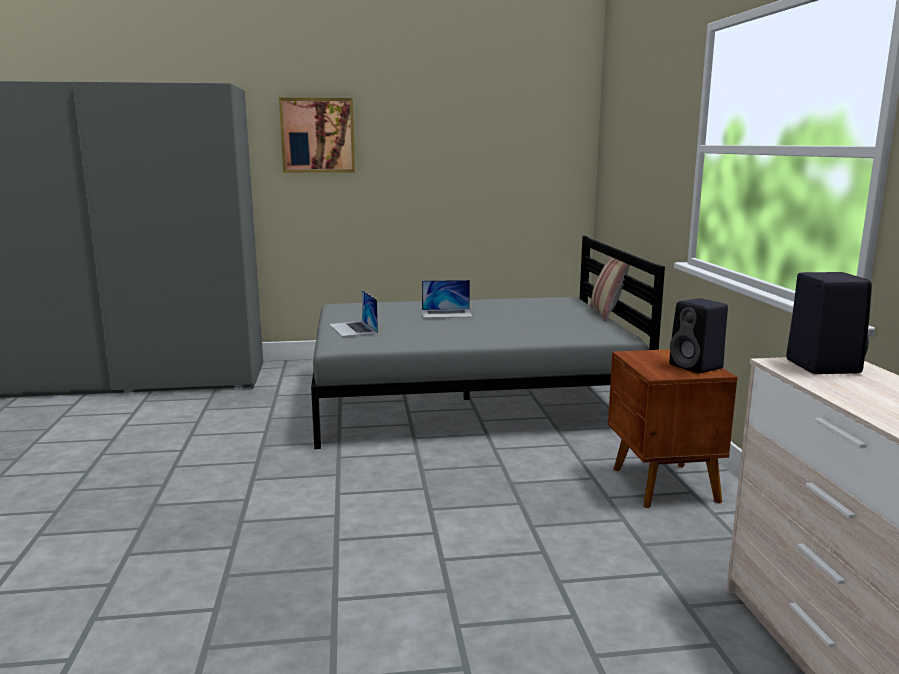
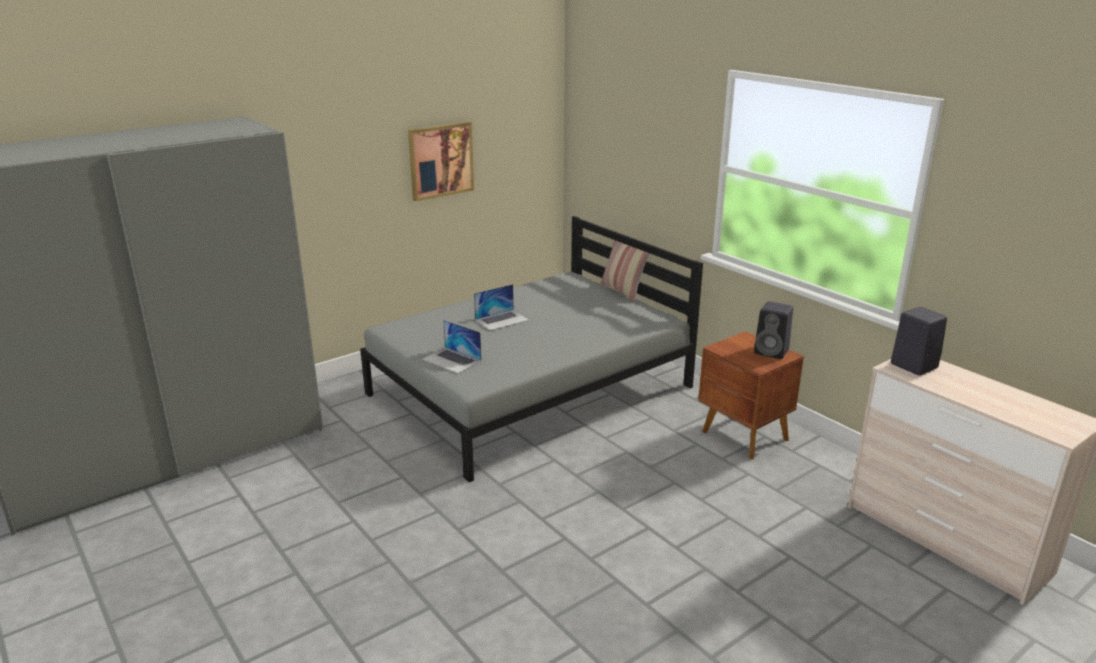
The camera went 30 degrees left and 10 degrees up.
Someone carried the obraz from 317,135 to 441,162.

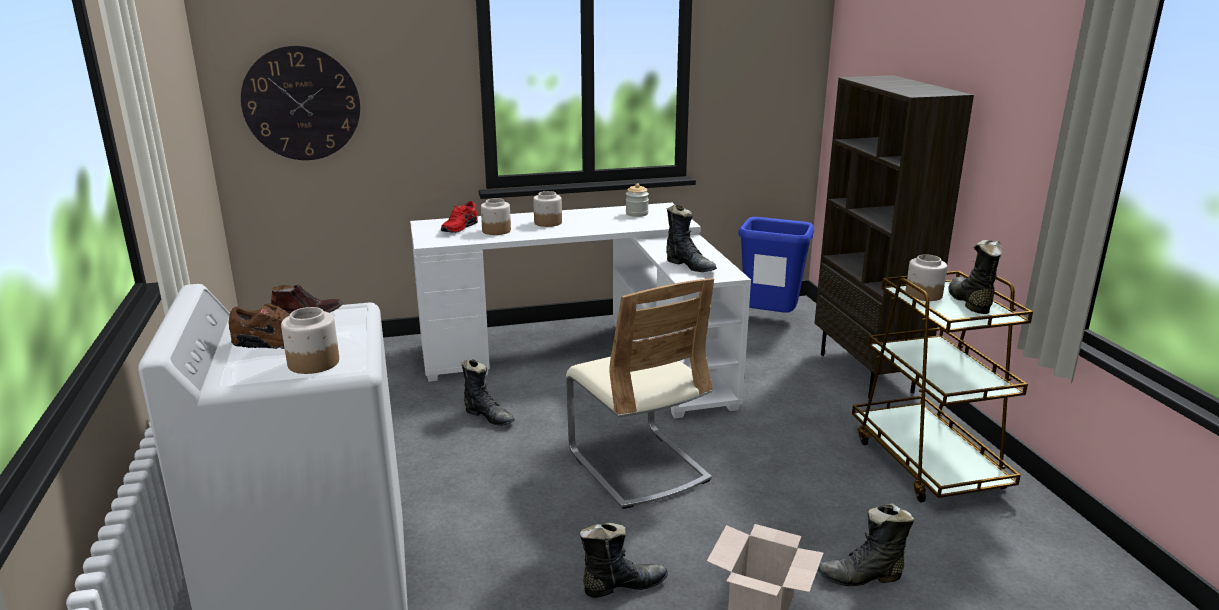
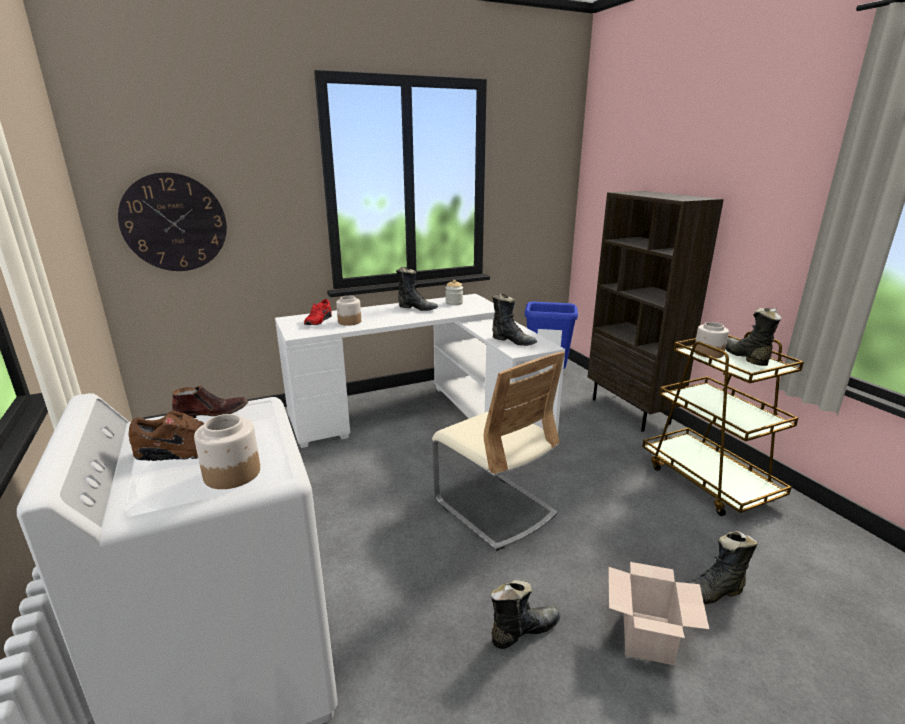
The camera went 10 degrees left and 0 degrees up.
Someone took away the słoik at 547,209.
Someone carried the but z cholewką/czarny from 488,392 to 417,289.

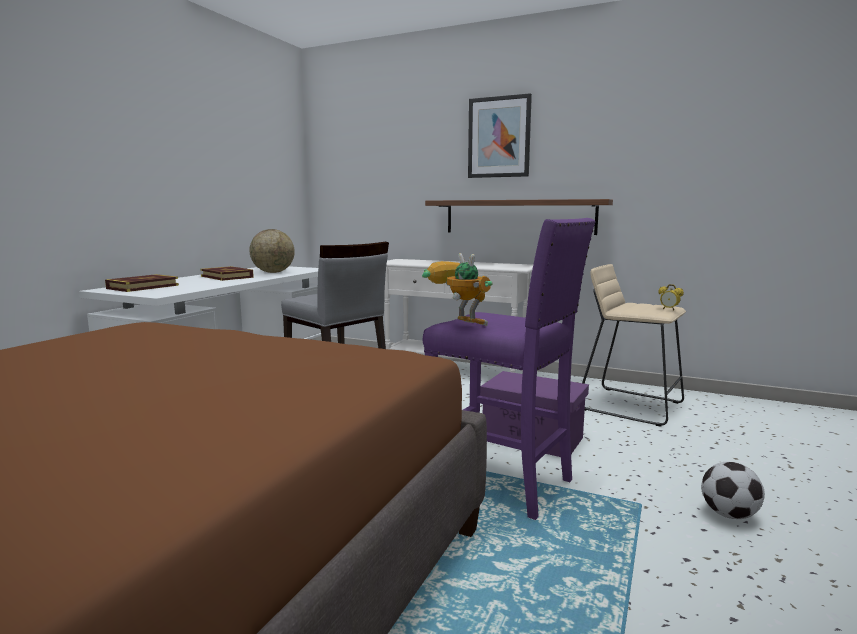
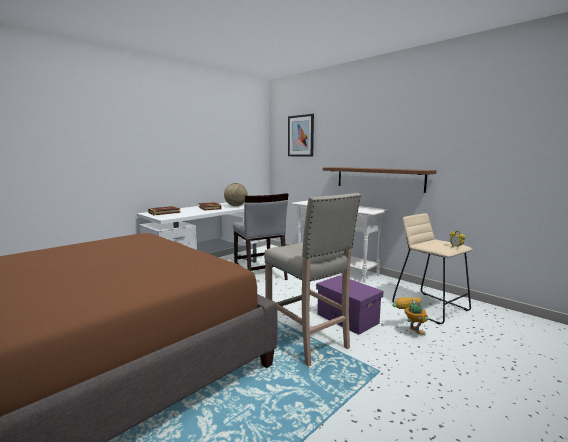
The camera went 20 degrees right and 0 degrees up.
Someone carried the obraz from 500,135 to 301,135.
Someone repainted the stołek/fioletowy at 509,369, which became the stołek/beżowy at 312,280.
Someone carried the robot zabawkowy from 457,289 to 410,316.
Someone took away the piłka futbolowa at 733,490.

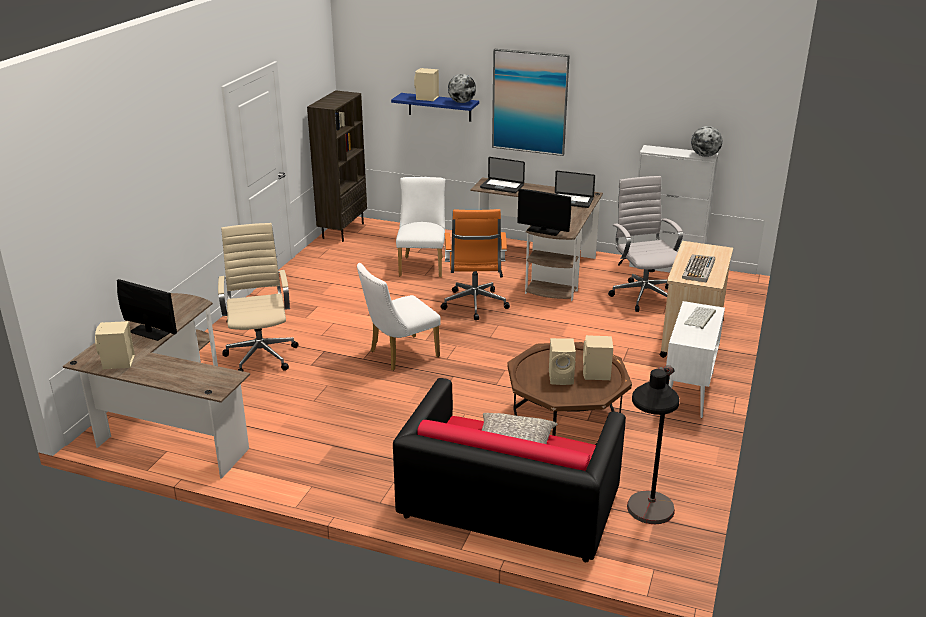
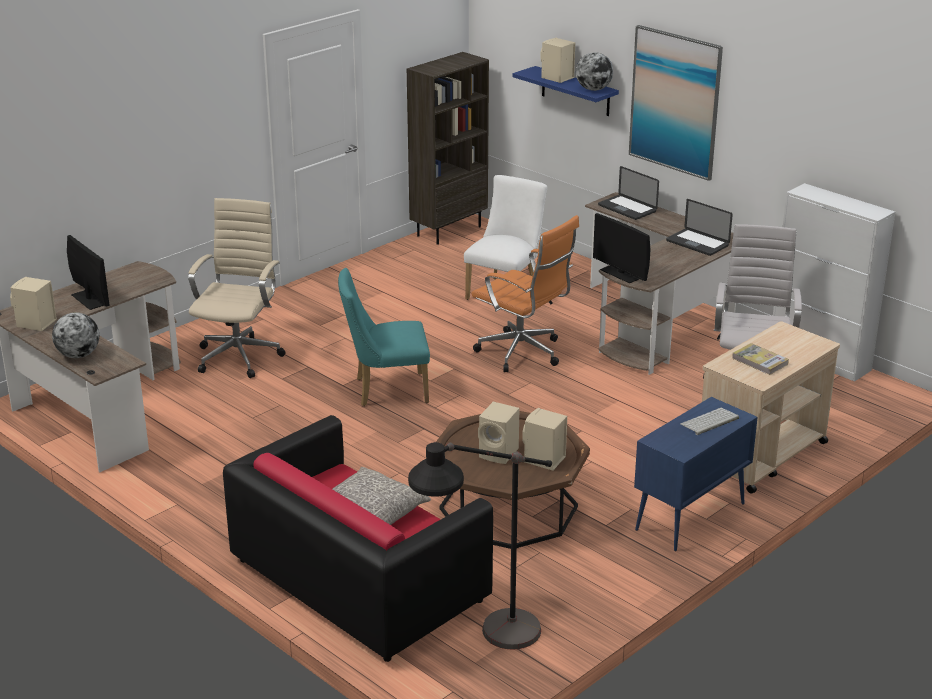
The camera went 25 degrees right and 0 degrees up.
Someone carried the globus from 706,141 to 75,335.
Someone rotated the krzesło biurowe/pomarańczowy at 475,264 by 75 degrees counterclockwise.
Someone swapped the klawiatura at 698,269 for the książka at 760,359.
Someone repainted the krzesło/biały at 399,317, which became the krzesło/turkusowy at 384,337.
Someone repainted the szafka/biały at 695,359, which became the szafka/niebieski at 696,474.

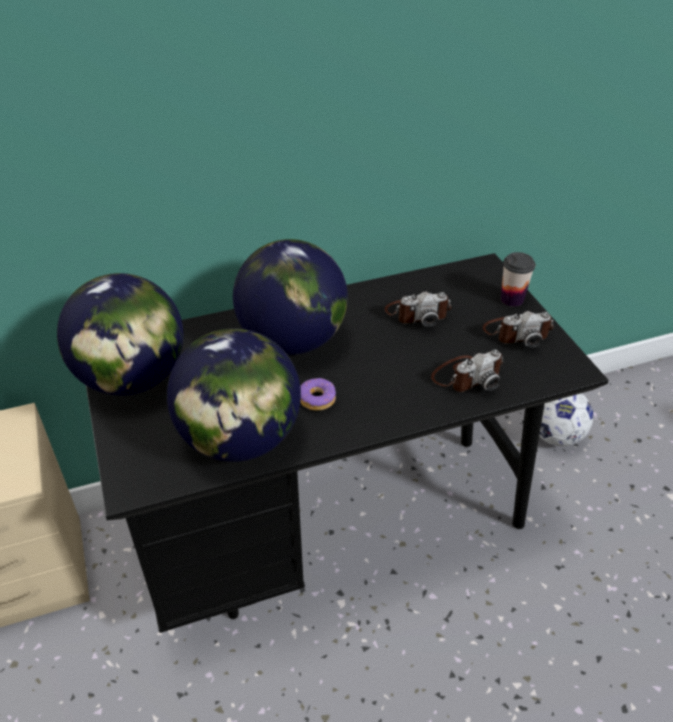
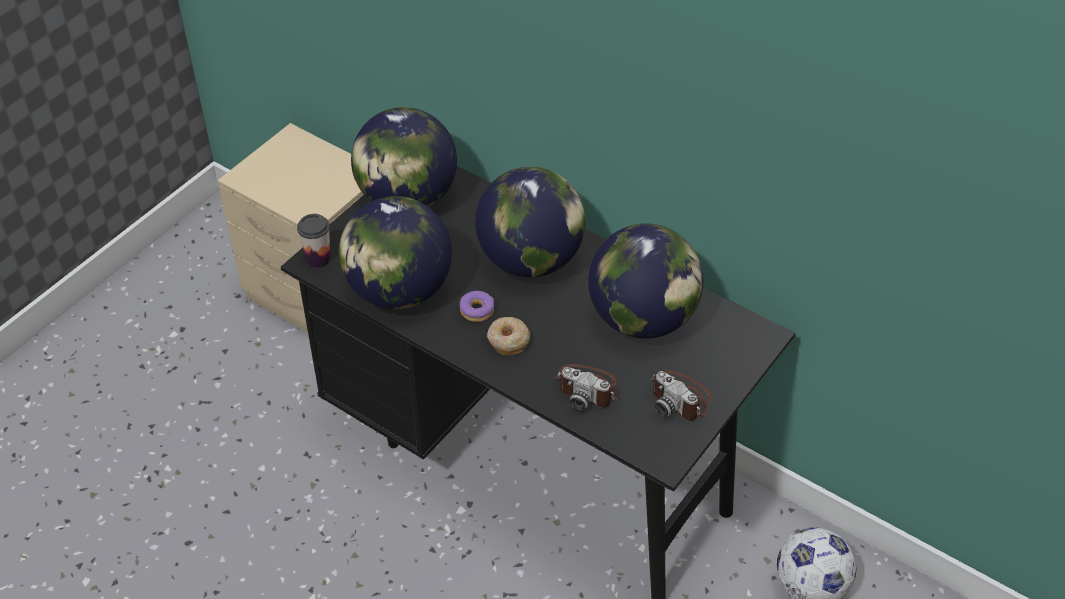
The camera went 55 degrees right and 5 degrees up.
Someone carried the filiżanka from 518,279 to 313,241.
Someone swapped the aparat fotograficzny at 418,309 for the globus at 645,281.
Someone put down the donut at 508,336.

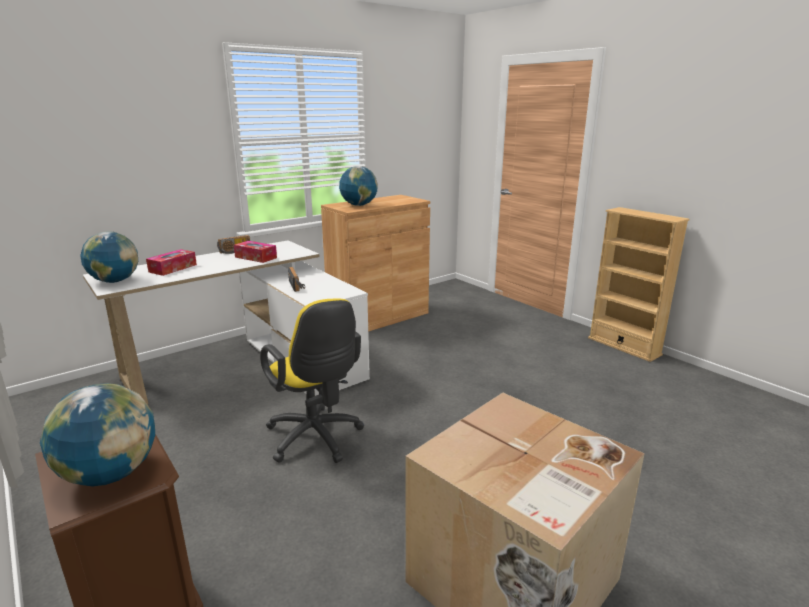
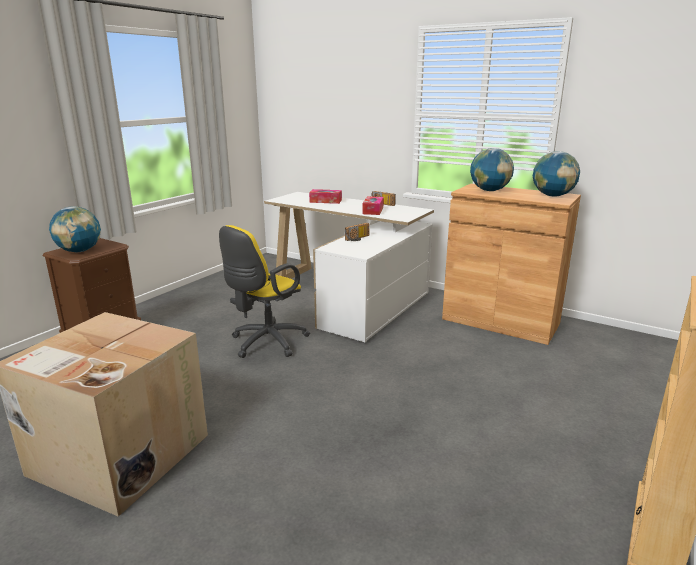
The camera went 70 degrees right and 0 degrees up.
Someone carried the globus from 109,257 to 556,174.

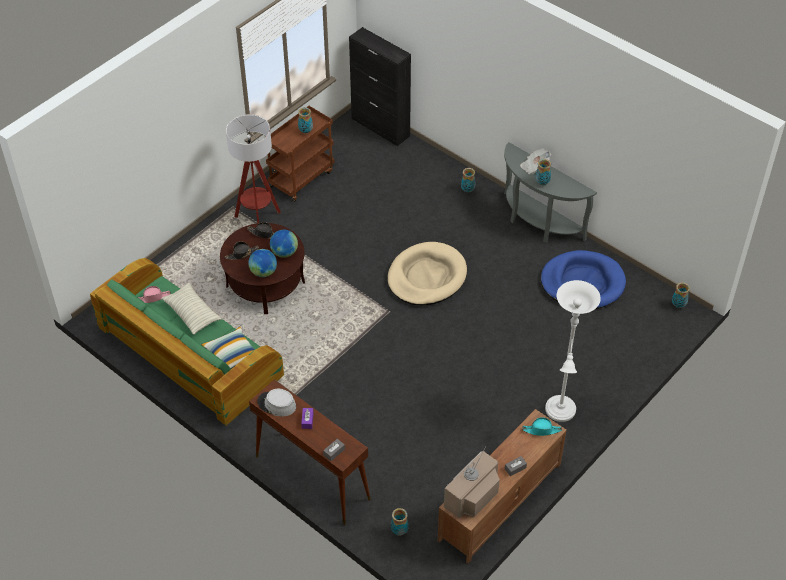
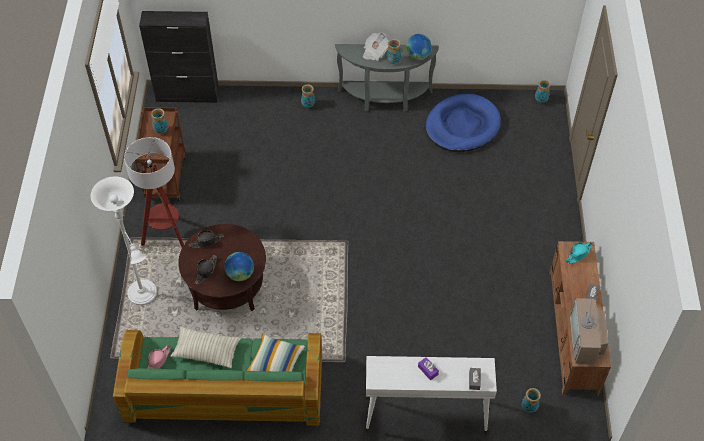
The camera went 40 degrees left and 5 degrees up.
Someone carried the globus from 284,244 to 419,47.
Someone took away the legowisko/beżowy at 427,273.
Someone carried the lampa stojąca/biały from 573,351 to 124,241.
Someone repainted the stolik konsolowy/brązowy at 310,452, which became the stolik konsolowy/biały at 431,395.
Someone took away the kapelusz/szary at 276,403.

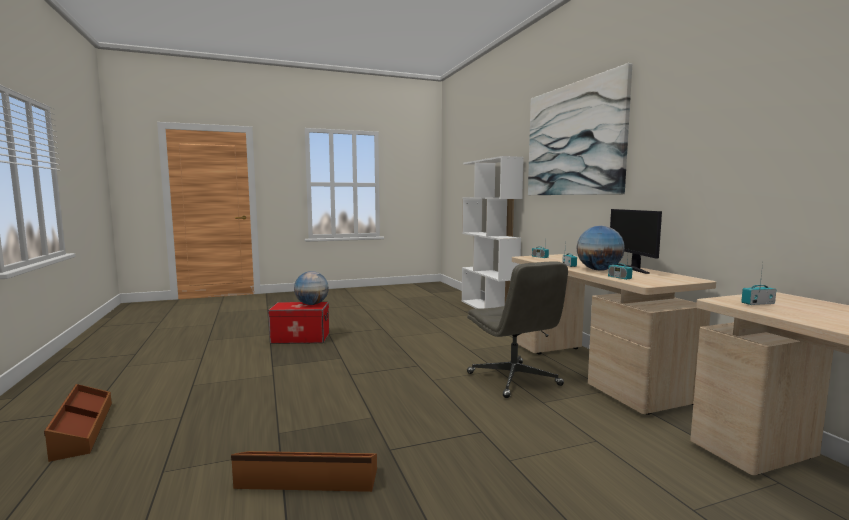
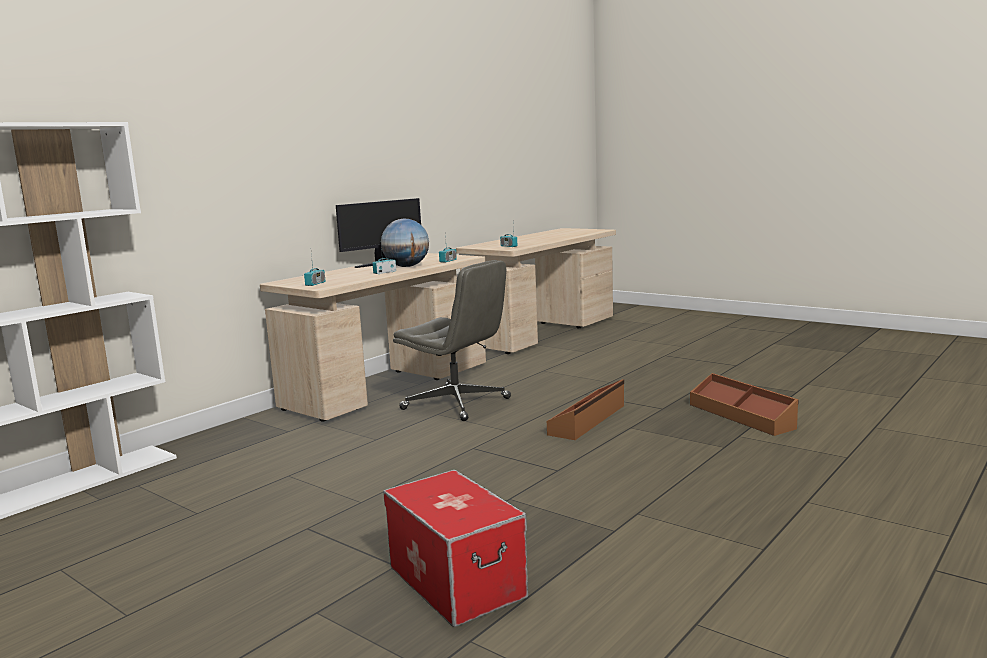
The camera went 120 degrees left and 5 degrees up.
Someone took away the obraz at 580,129.
Someone rotated the krzesło biurowe/szary at 517,330 by 90 degrees clockwise.
Someone took away the globus at 311,288.
Someone carried the pojemnik do przechowywania/brązowy from 78,423 to 585,409.

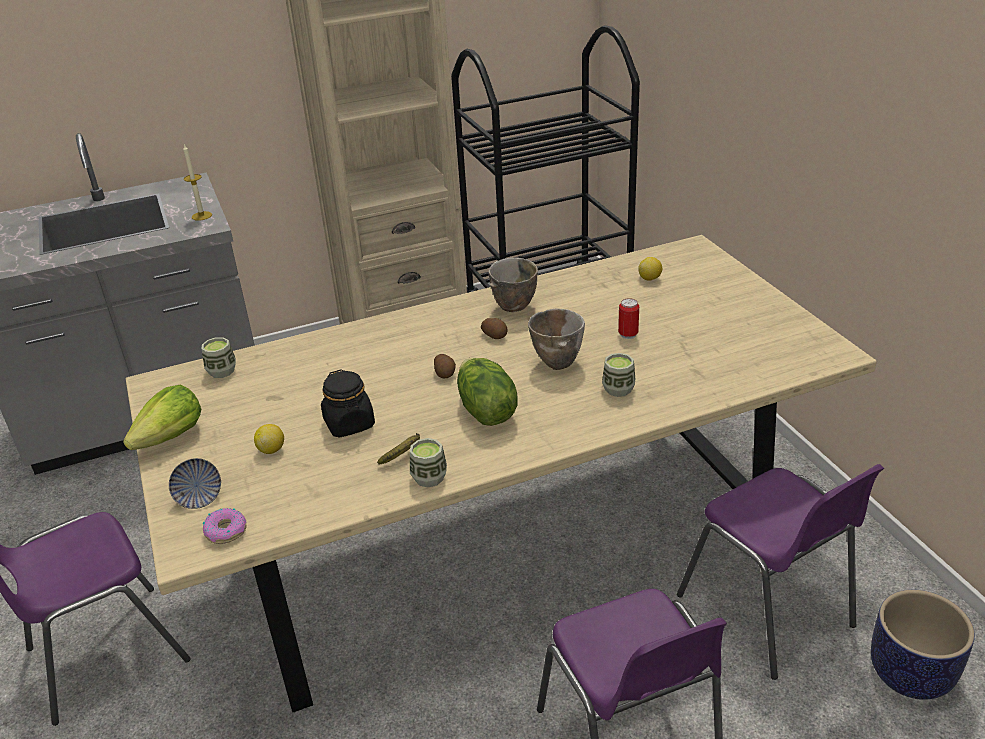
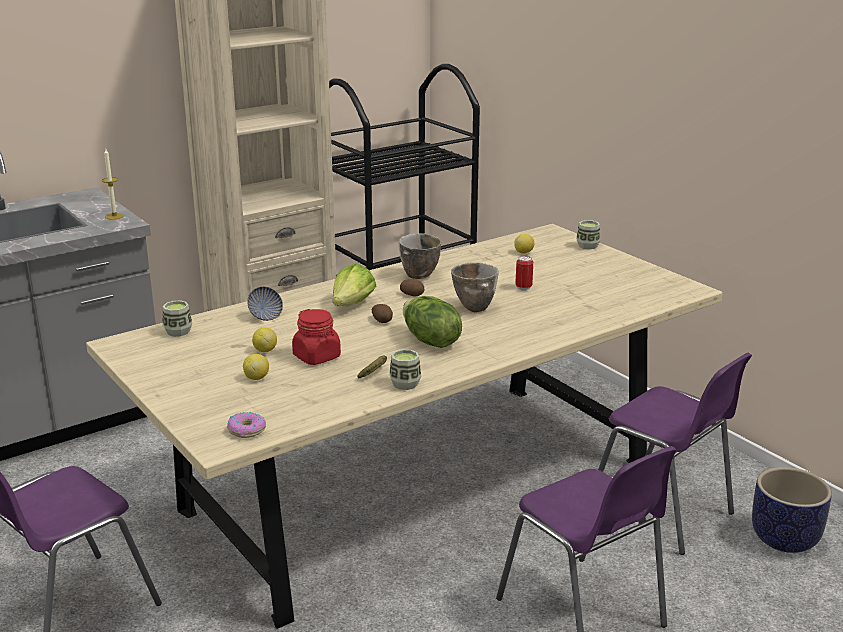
The camera went 15 degrees left and 10 degrees down.
Someone carried the filiżanka from 618,375 to 588,234.
Someone repainted the słoik/czarny at 348,403, which became the słoik/czerwony at 316,337.
Someone carried the sałata from 162,417 to 354,285.
Someone carried the miska from 195,483 to 265,303.
Someone put down the cytryna at 264,339.

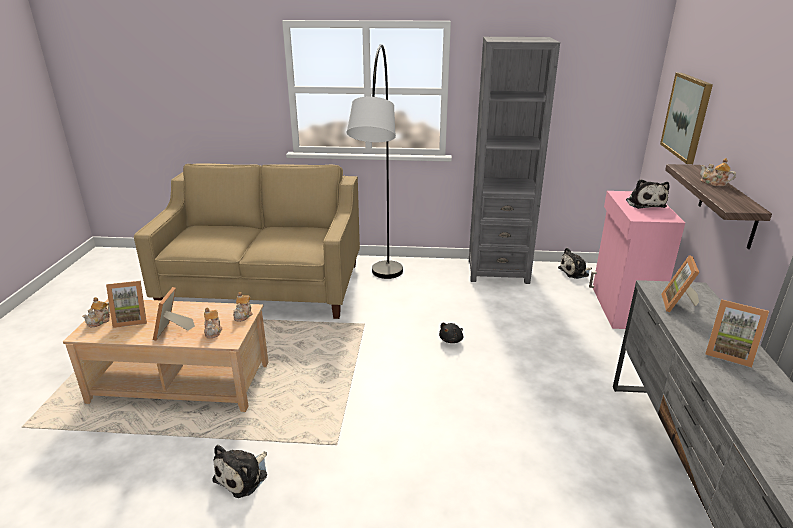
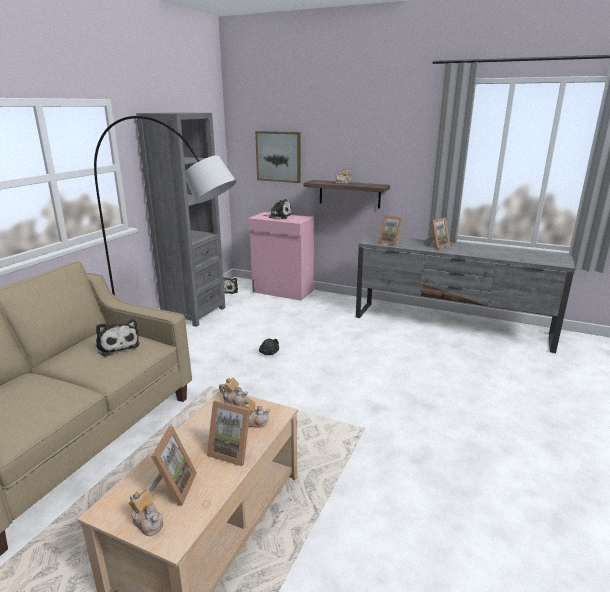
The camera went 70 degrees left and 5 degrees down.
Someone carried the pluszak from 239,471 to 118,337.

